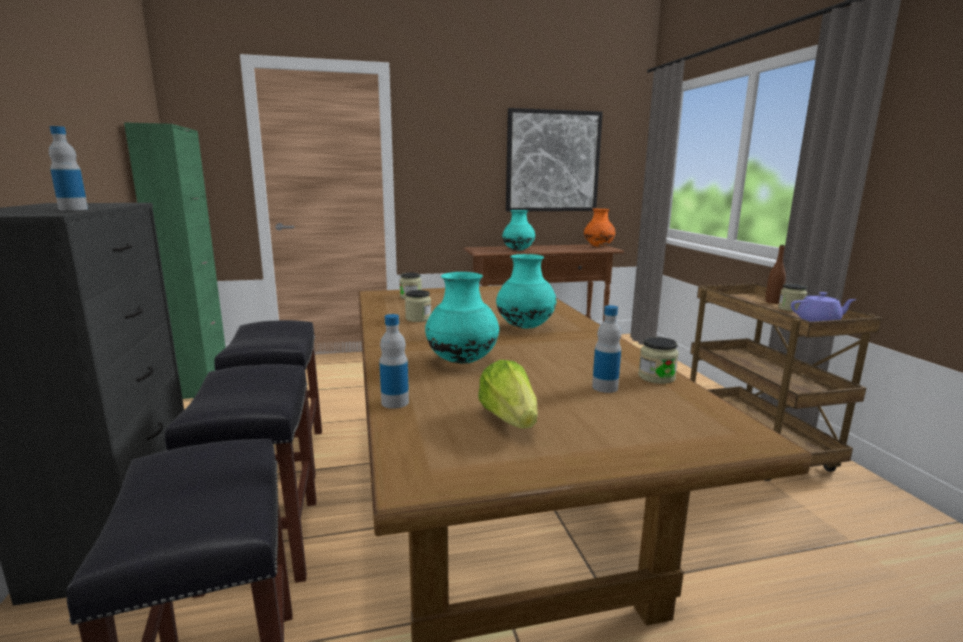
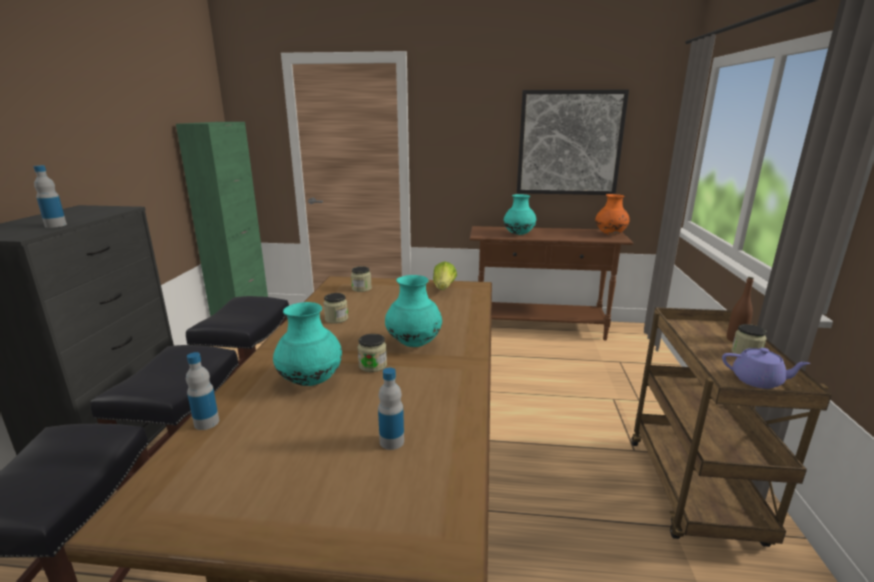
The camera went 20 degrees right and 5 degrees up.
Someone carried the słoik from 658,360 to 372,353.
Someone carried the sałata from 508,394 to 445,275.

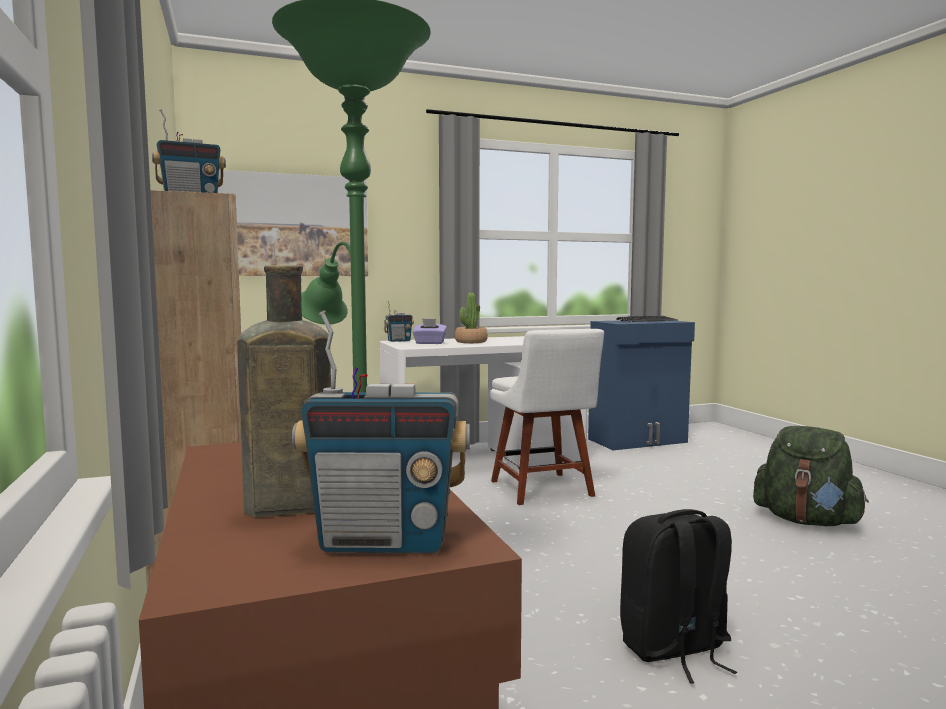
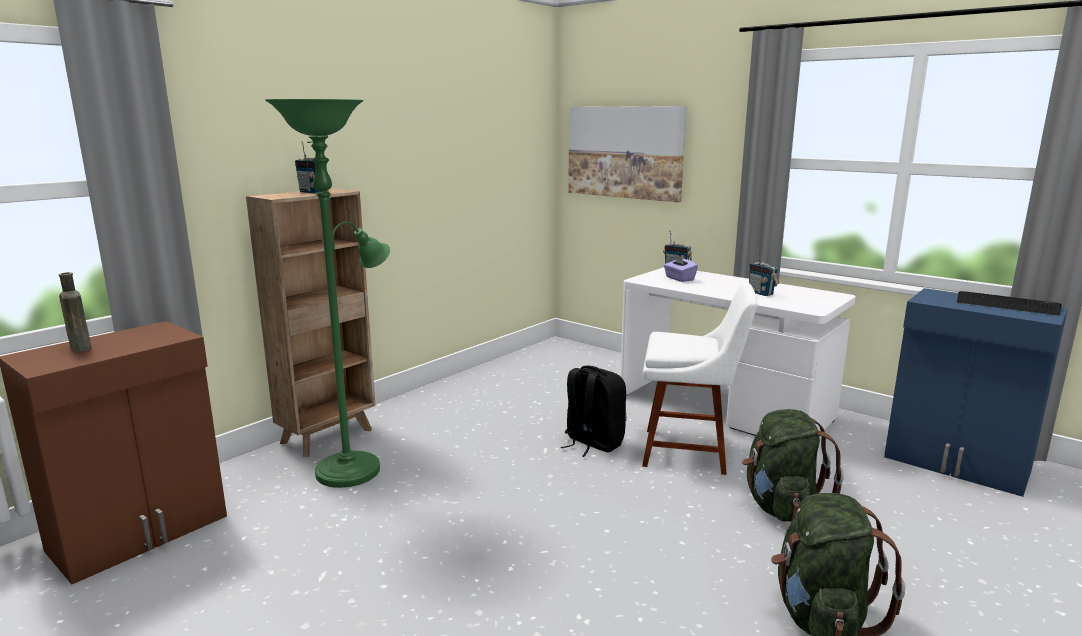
The camera went 60 degrees right and 10 degrees up.
Someone took away the roślina doniczkowa at 471,318.
Someone carried the radio from 381,431 to 764,271.
Someone rotated the krzesło/biały at 547,417 by 120 degrees counterclockwise.
Someone carried the plecak/czarny from 678,596 to 593,411.
Someone put down the plecak/zielony at 793,465.

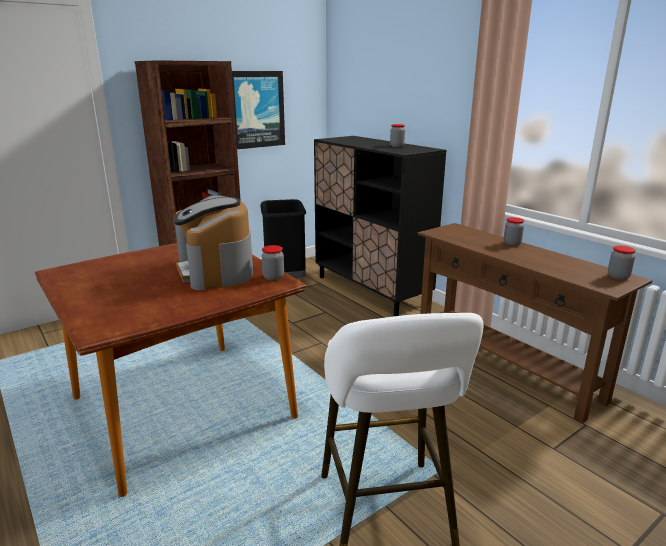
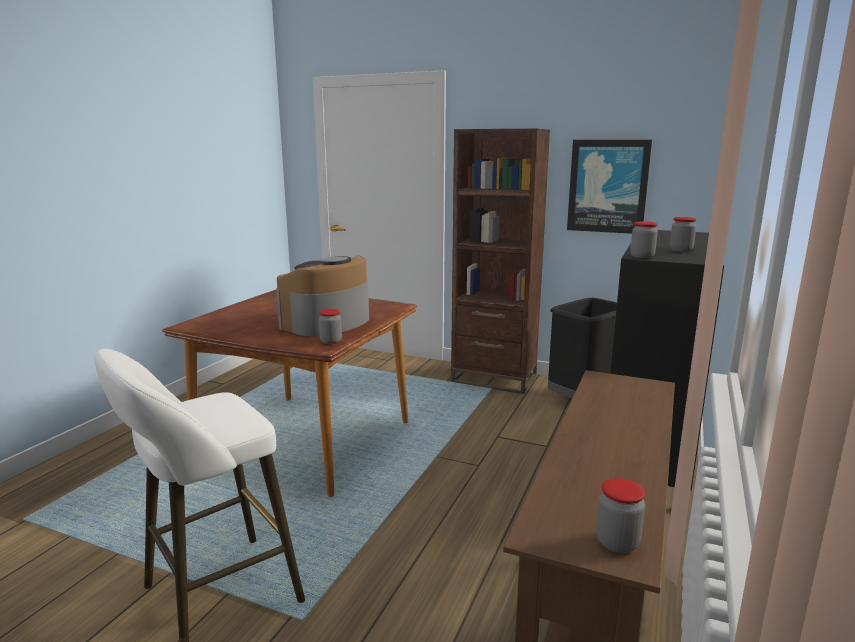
The camera went 60 degrees right and 5 degrees down.
Someone carried the słoik from 514,231 to 644,240.

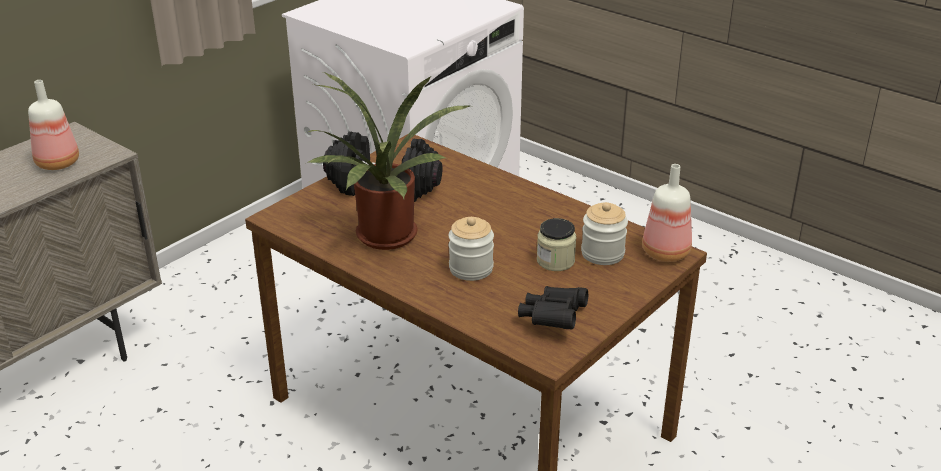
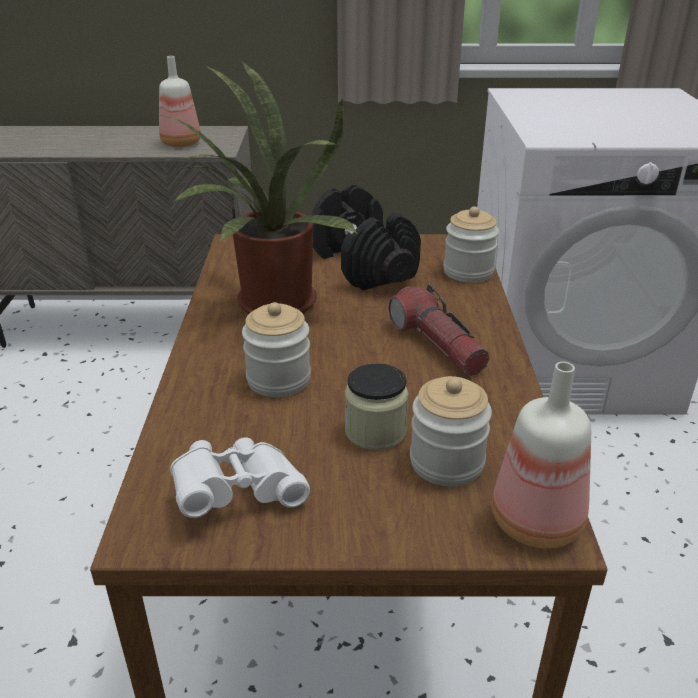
The camera went 50 degrees right and 0 degrees up.
Someone repainted the lornetka/czarny at 553,307, which became the lornetka/biały at 240,477.
Someone put down the słoik at 471,244.
Someone put down the latarka at 439,330.

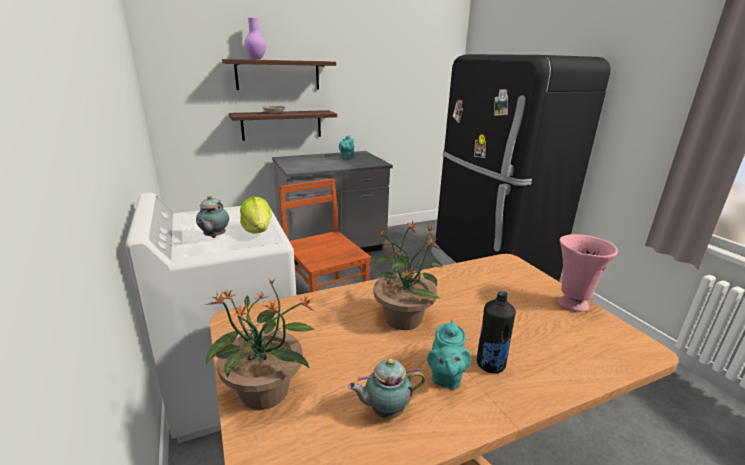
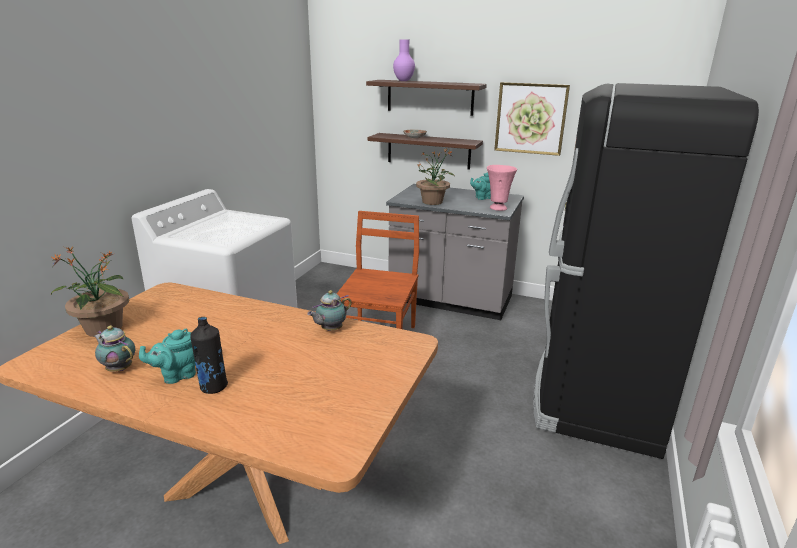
The camera went 45 degrees right and 0 degrees up.
Someone carried the imbryk from 212,216 to 329,310.
Someone took away the sałata at 256,215.
Someone carried the roślina doniczkowa from 405,275 to 435,176.
Someone carried the wazon/różowy from 588,273 to 502,188.
Someone put up the obraz at 532,119.

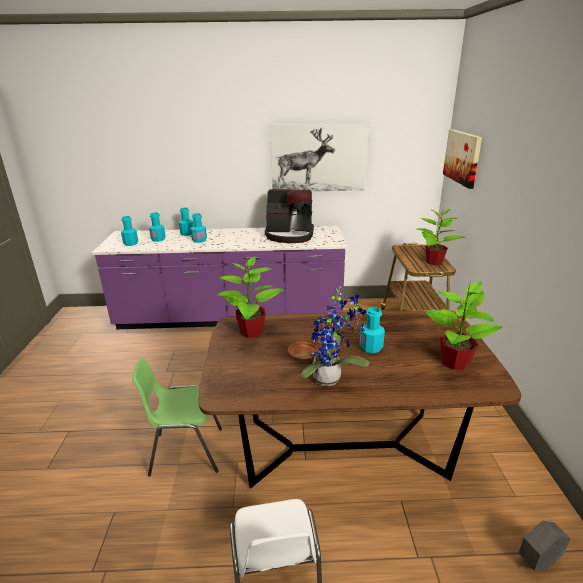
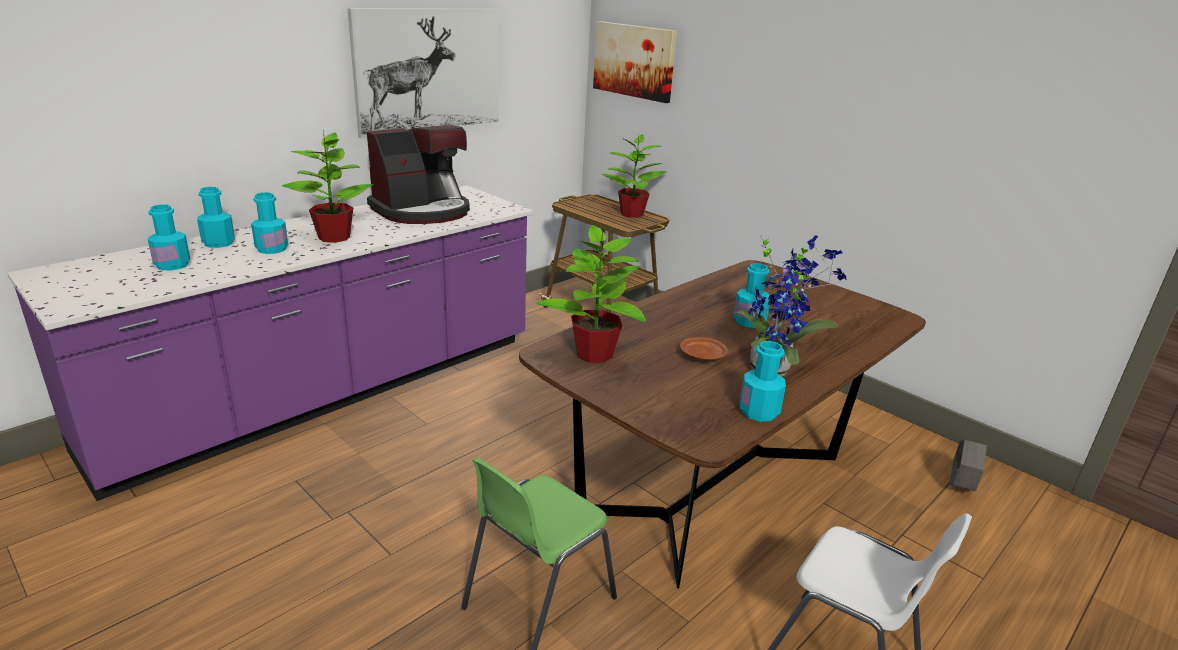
The camera went 45 degrees left and 0 degrees up.
Someone carried the butelka/turkusowy from 129,231 to 763,381.
Someone carried the roślina doniczkowa from 464,325 to 327,187.

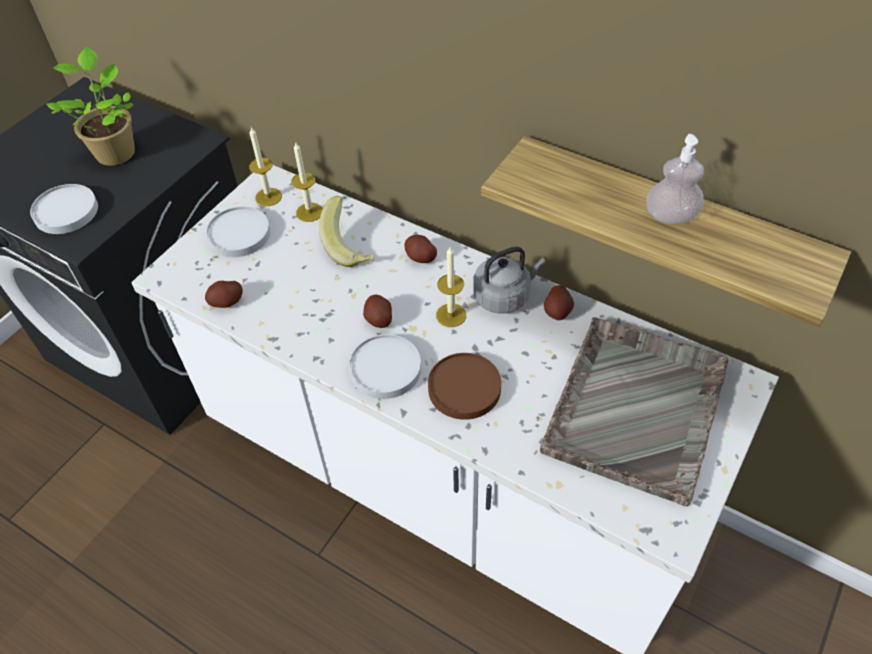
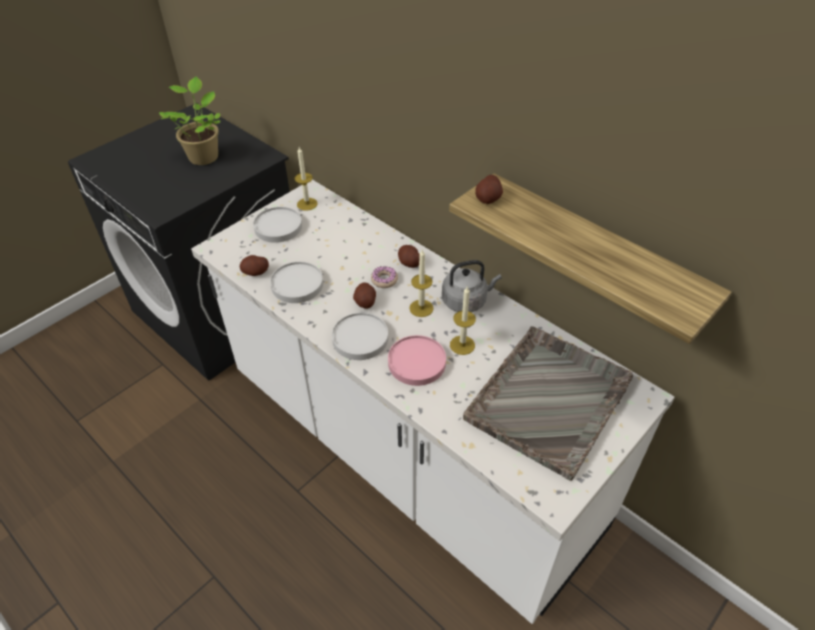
The camera went 10 degrees right and 5 degrees down.
Someone took away the dozownik mydła at 675,179.
Someone carried the świeca from 307,181 to 463,321.
Someone carried the talerz/biały from 64,209 to 296,282.
Someone took away the banan at 346,231.
Someone carried the ziemniak from 559,303 to 489,189.
Someone repainted the talerz/brązowy at 464,386, which became the talerz/różowy at 417,360.
Someone put down the donut at 384,277.

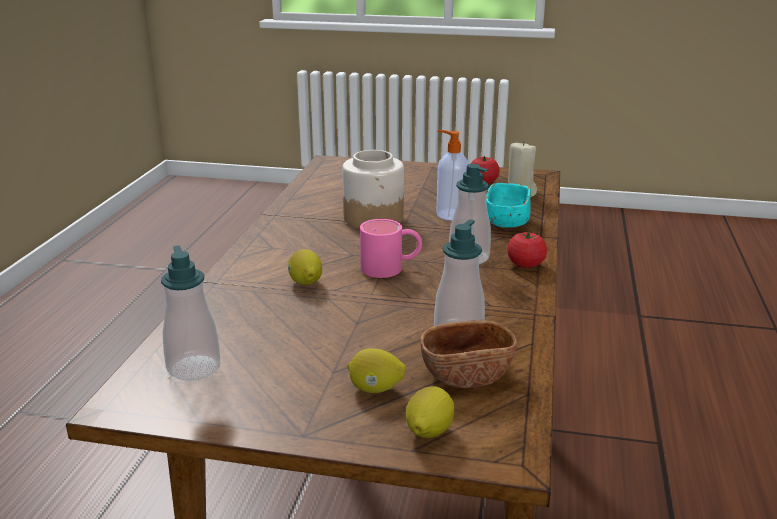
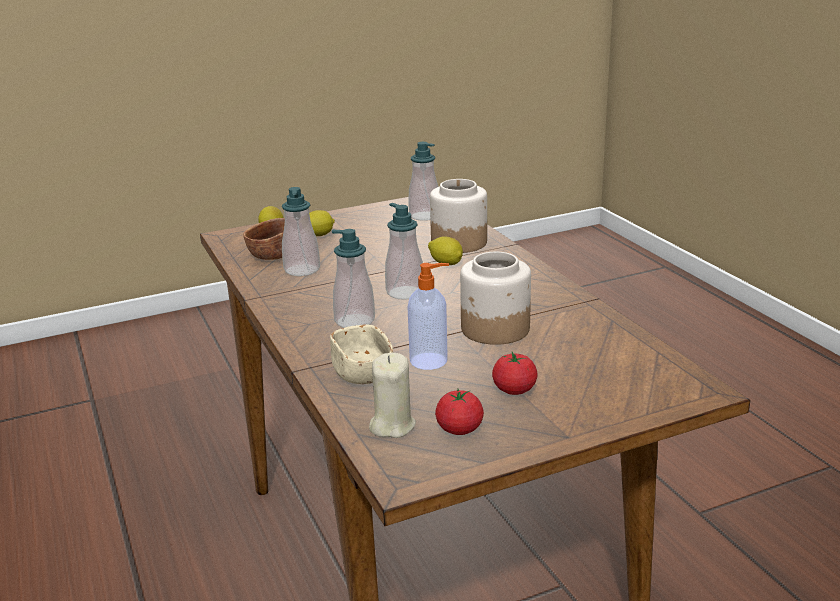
The camera went 145 degrees right and 0 degrees up.
Someone repainted the miska/turkusowy at 508,205, which became the miska/beżowy at 361,354.
Someone swapped the kubek/różowy at 391,248 for the dozownik mydła at 404,251.
Someone carried the pomidor from 527,250 to 515,373.
Someone put down the słoik at 458,216.

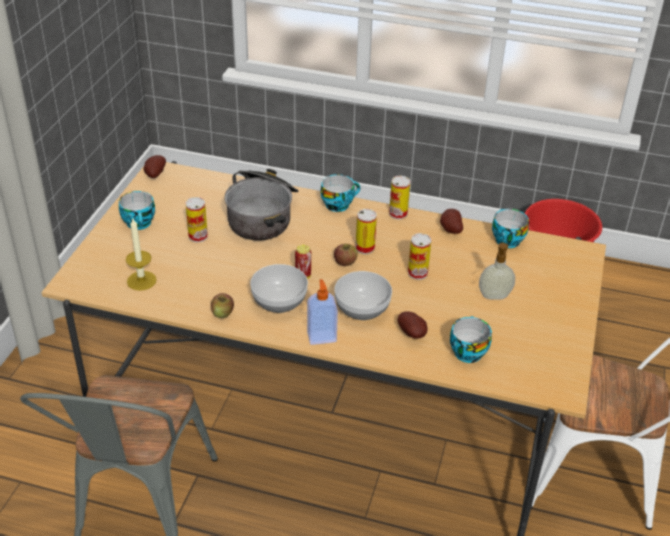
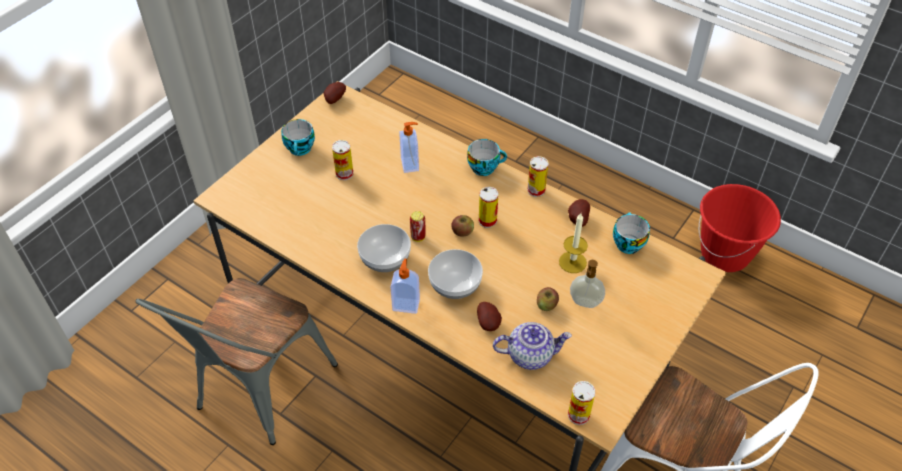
The camera went 20 degrees right and 10 degrees up.
Someone swapped the garnek at 261,205 for the dozownik mydła at 409,147.
Someone carried the świeca from 141,255 to 573,243.
Someone carried the puszka from 420,256 to 582,403.
Someone carried the jabłko from 222,305 to 548,299.
Someone swapped the filiżanka at 471,339 for the imbryk at 532,346.

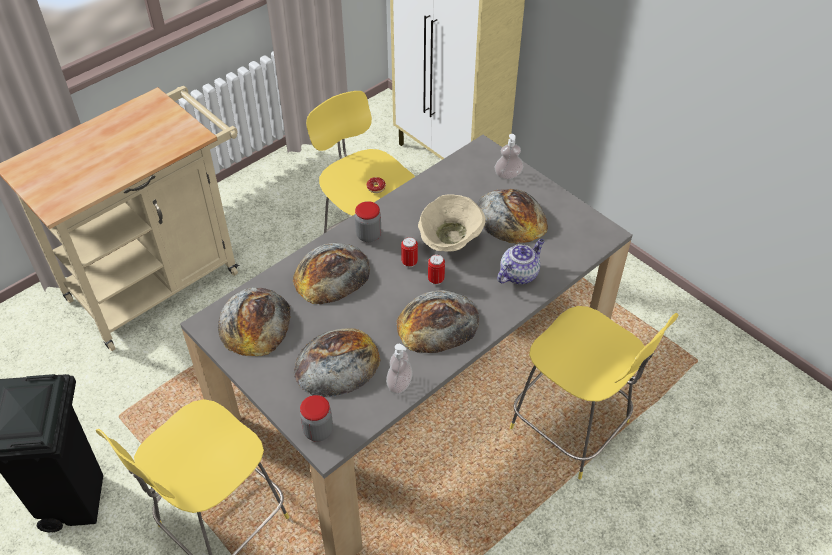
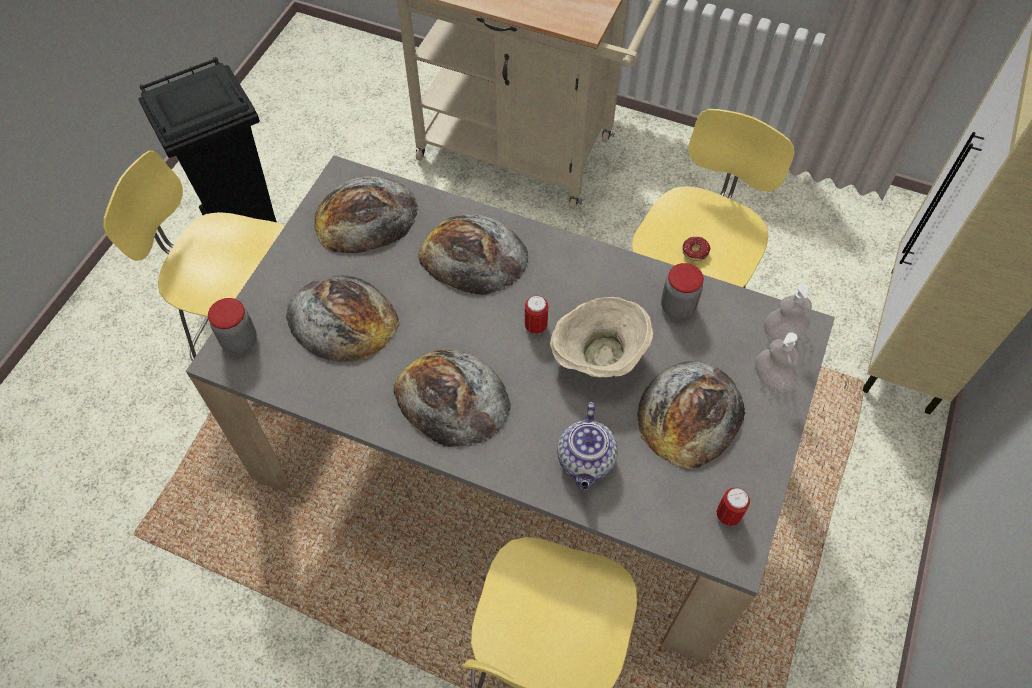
The camera went 65 degrees right and 10 degrees up.
Someone carried the słoik from 368,221 to 682,291.
Someone rotated the imbryk at 520,262 by 75 degrees clockwise.
Someone carried the puszka from 436,269 to 733,506.
Someone carried the dozownik mydła from 399,369 to 788,312.

